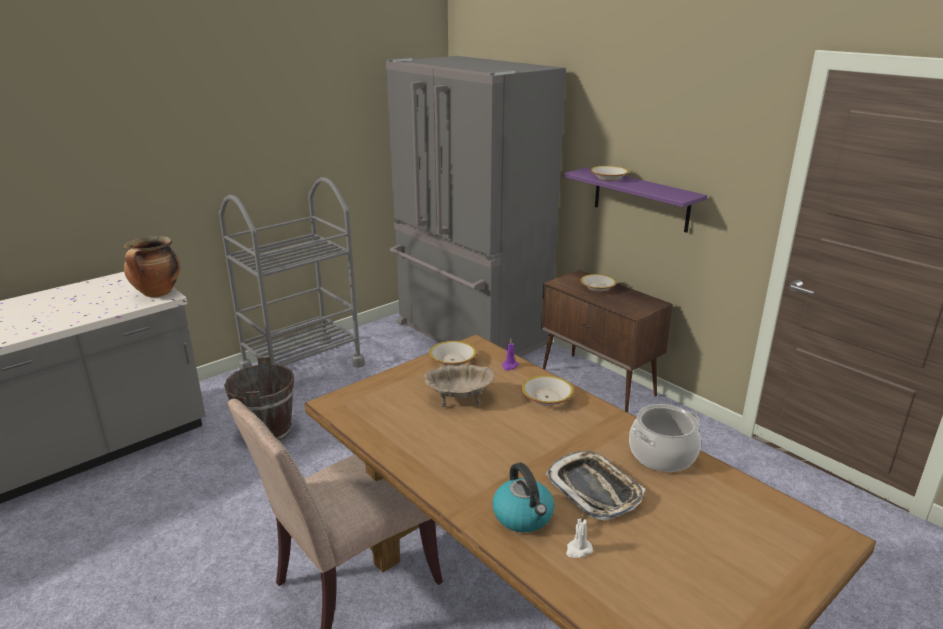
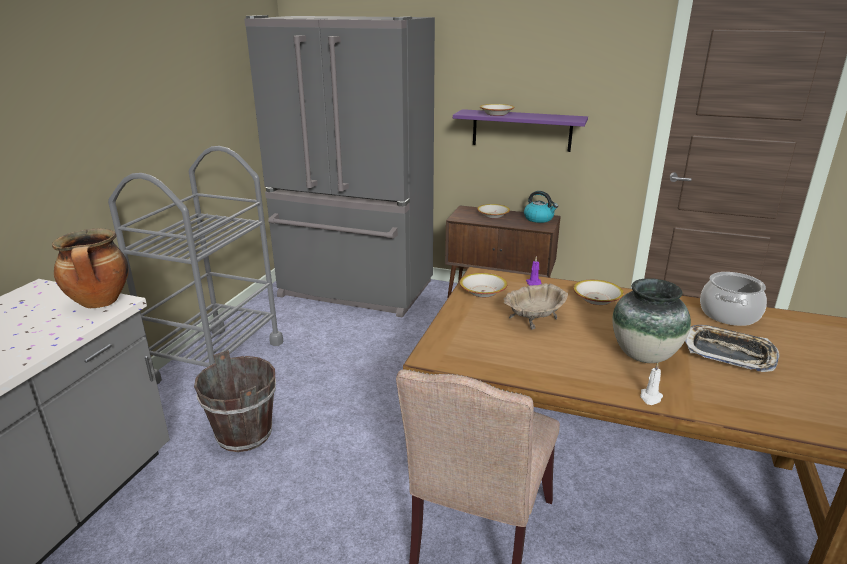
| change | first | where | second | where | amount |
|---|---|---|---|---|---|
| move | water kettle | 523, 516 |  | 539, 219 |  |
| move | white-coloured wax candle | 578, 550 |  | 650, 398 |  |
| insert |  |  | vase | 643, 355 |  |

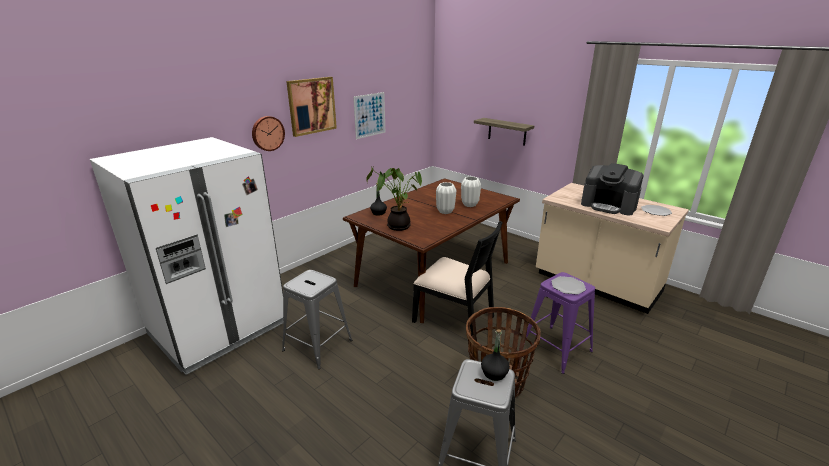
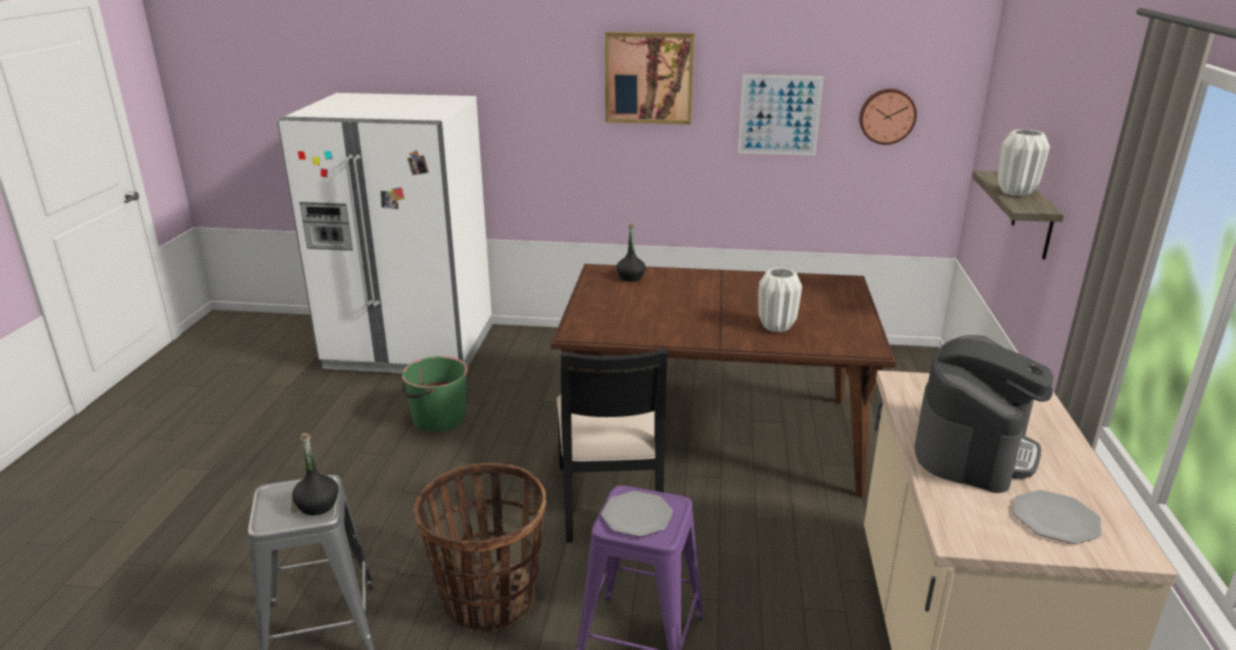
| change | first | where | second | where | amount |
|---|---|---|---|---|---|
| move | hanging clock | 267, 133 |  | 887, 116 |  |
| replace | grey stool | 317, 345 | greenish pail | 438, 418 |  |
| delete | potted plant | 398, 225 |  |  |  |
| move | white-coloured vase | 445, 211 |  | 1015, 192 |  |
| rotate | coffee maker | 608, 205 |  | 973, 448 | 150 degrees counterclockwise |

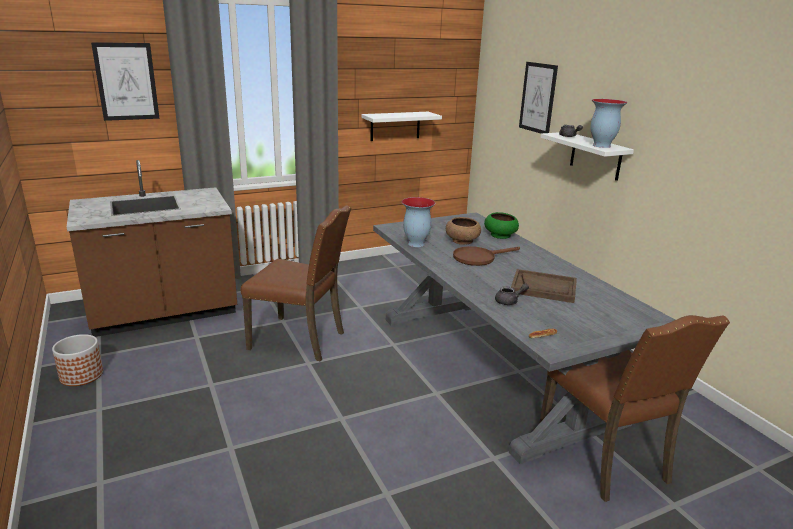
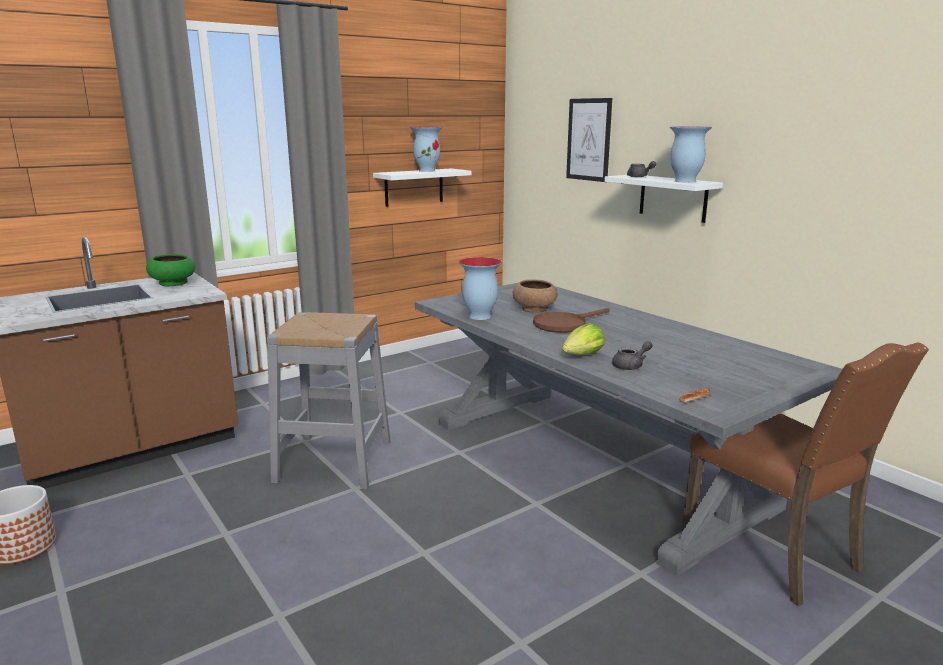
| change | first | where | second | where | amount |
|---|---|---|---|---|---|
| delete | wall picture | 126, 82 |  |  |  |
| replace | brownish upright chair | 300, 340 | grey stool | 334, 461 |  |
| move | greenish serving bowl | 500, 235 |  | 173, 283 |  |
| delete | brownish carrying tray | 543, 288 |  |  |  |
| insert |  |  | vase | 427, 171 |  |
| insert |  |  | lettuce | 583, 355 |  |

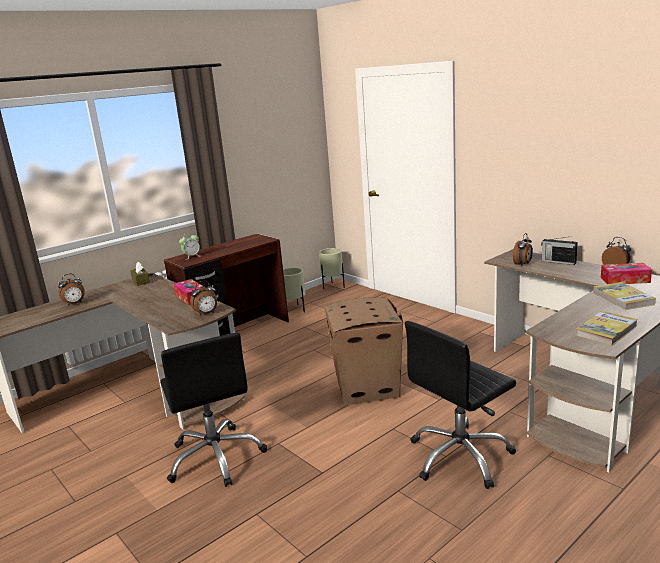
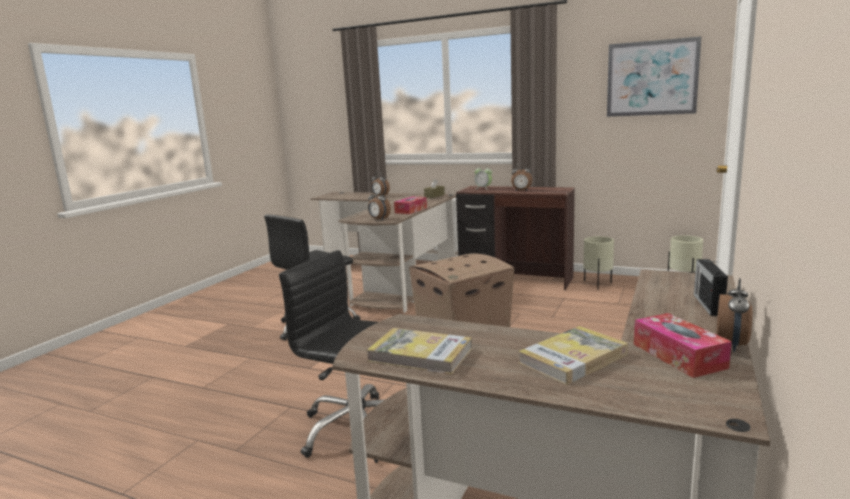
| change | first | where | second | where | amount |
|---|---|---|---|---|---|
| move | alarm clock | 523, 264 |  | 521, 191 |  |
| insert |  |  | wall picture | 652, 78 |  |

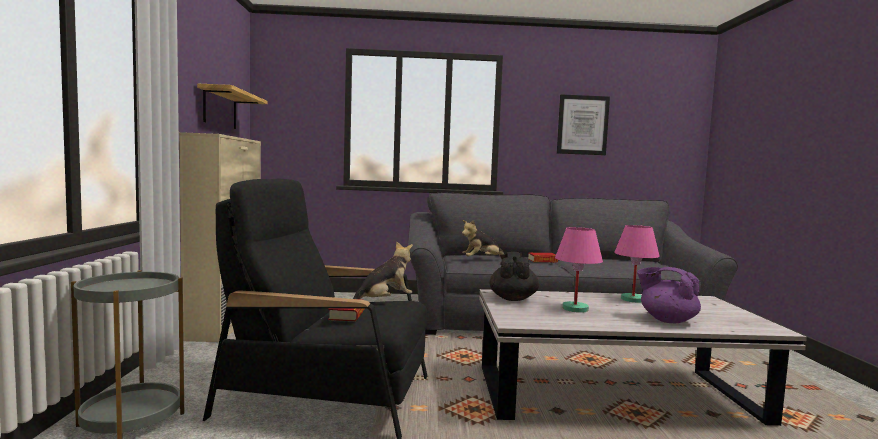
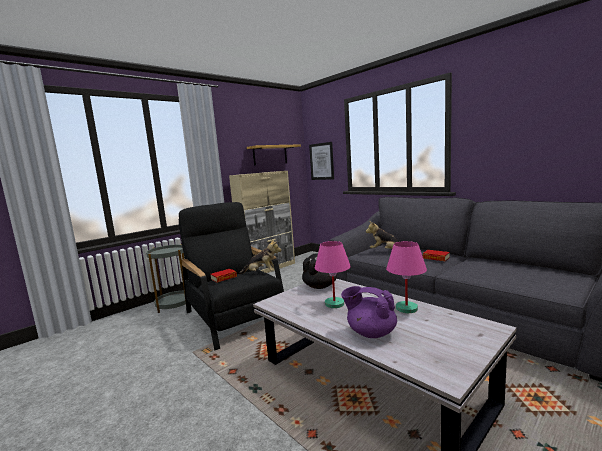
| change | first | where | second | where | amount |
|---|---|---|---|---|---|
| move | wall picture | 582, 125 |  | 321, 161 |  |
| rotate | purple teapot | 667, 320 |  | 371, 333 | 60 degrees counterclockwise |

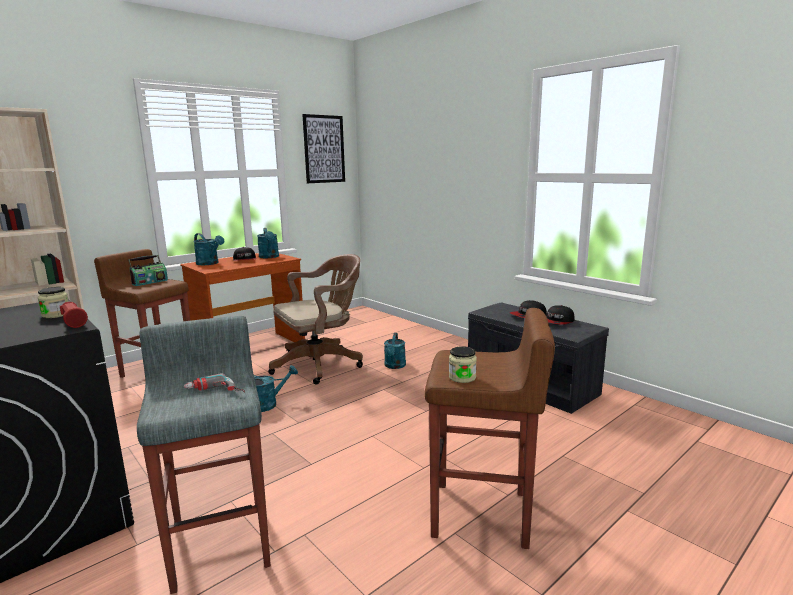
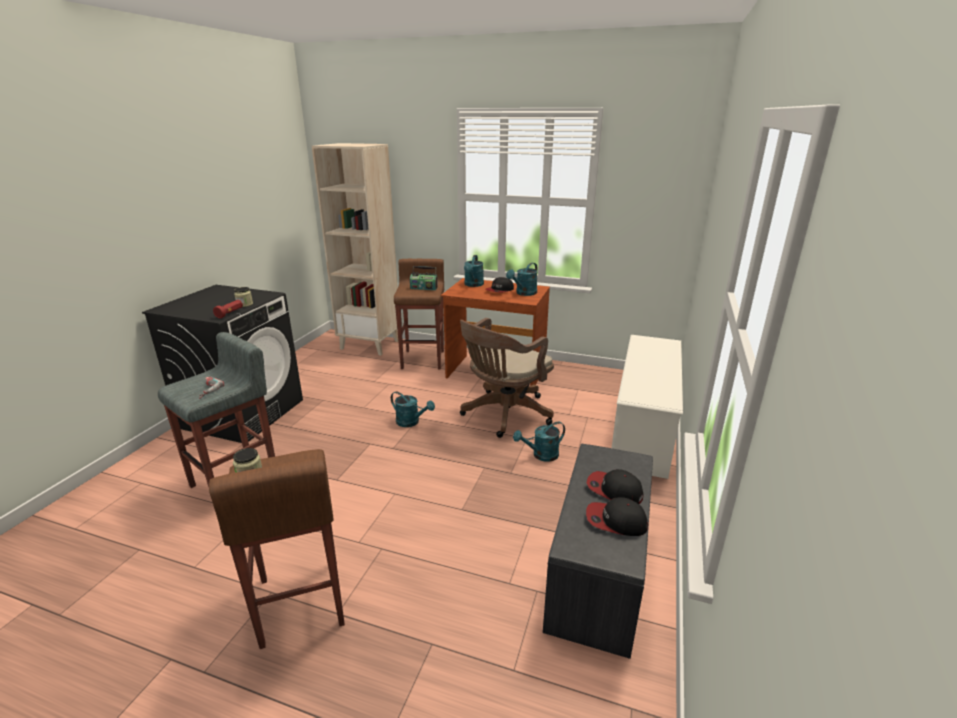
| change | first | where | second | where | amount |
|---|---|---|---|---|---|
| rotate | brownish desk chair | 321, 364 |  | 503, 414 | 105 degrees clockwise |
| delete | wall picture | 324, 149 |  |  |  |
| insert |  |  | white-coloured shoe shelf | 642, 431 |  |

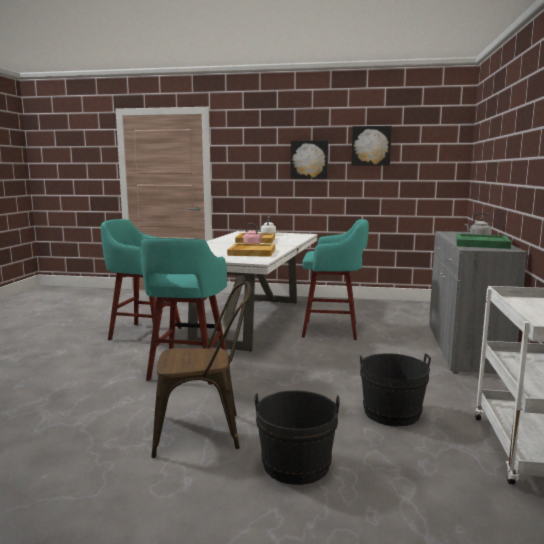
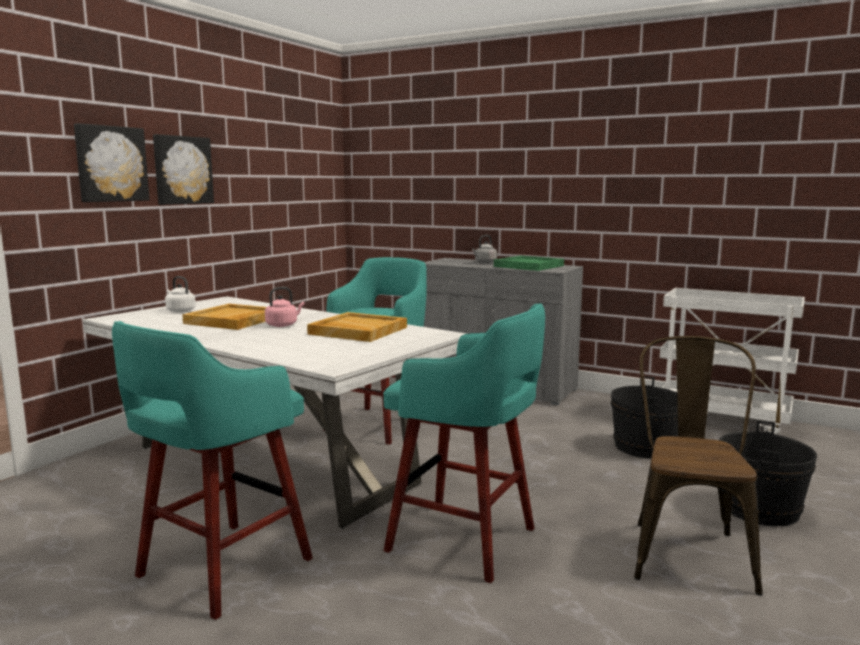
| change | first | where | second | where | amount |
|---|---|---|---|---|---|
| move | wall picture | 371, 146 |  | 111, 164 |  |

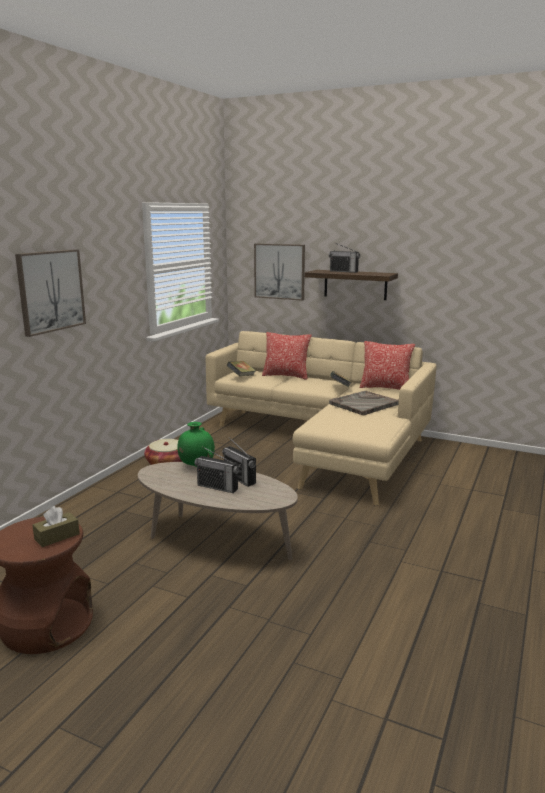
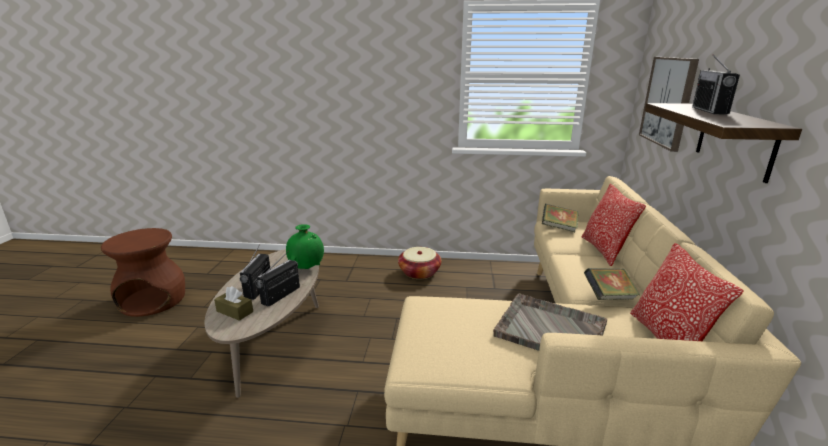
| change | first | where | second | where | amount |
|---|---|---|---|---|---|
| delete | wall picture | 51, 291 |  |  |  |
| move | brownish box of tissues | 57, 536 |  | 235, 311 |  |

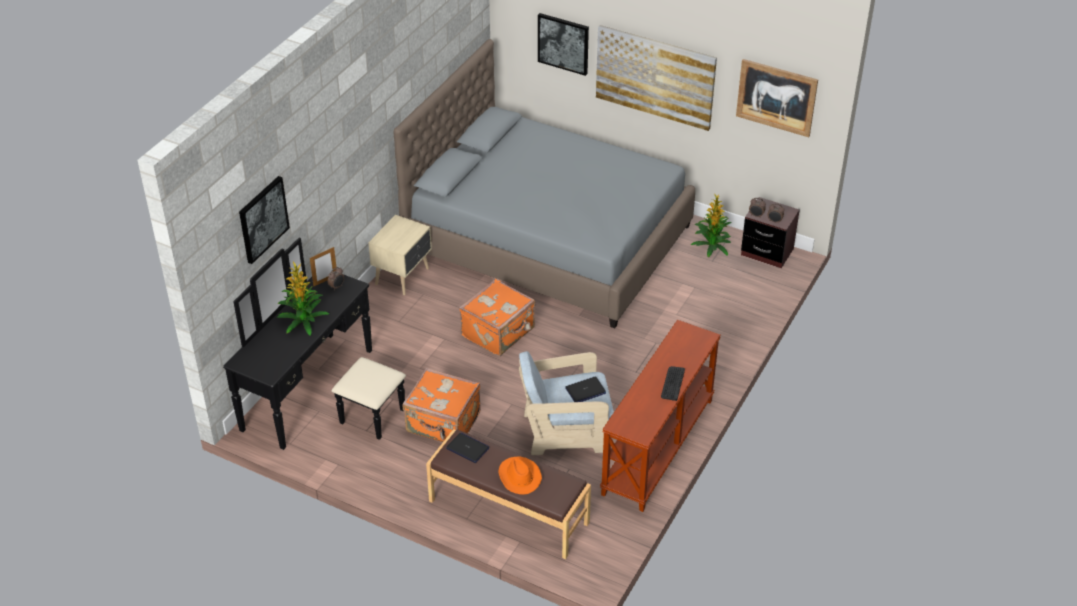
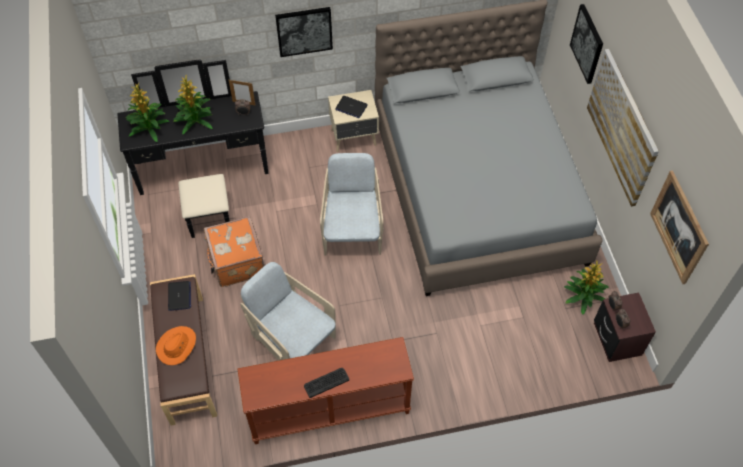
| change | first | where | second | where | amount |
|---|---|---|---|---|---|
| move | wall picture | 263, 219 |  | 304, 31 |  |
| replace | orangey suitcase | 499, 333 | beige-coloured lounge chair | 352, 230 |  |
| move | laptop | 585, 391 |  | 351, 107 |  |
| insert |  |  | potted plant | 149, 127 |  |

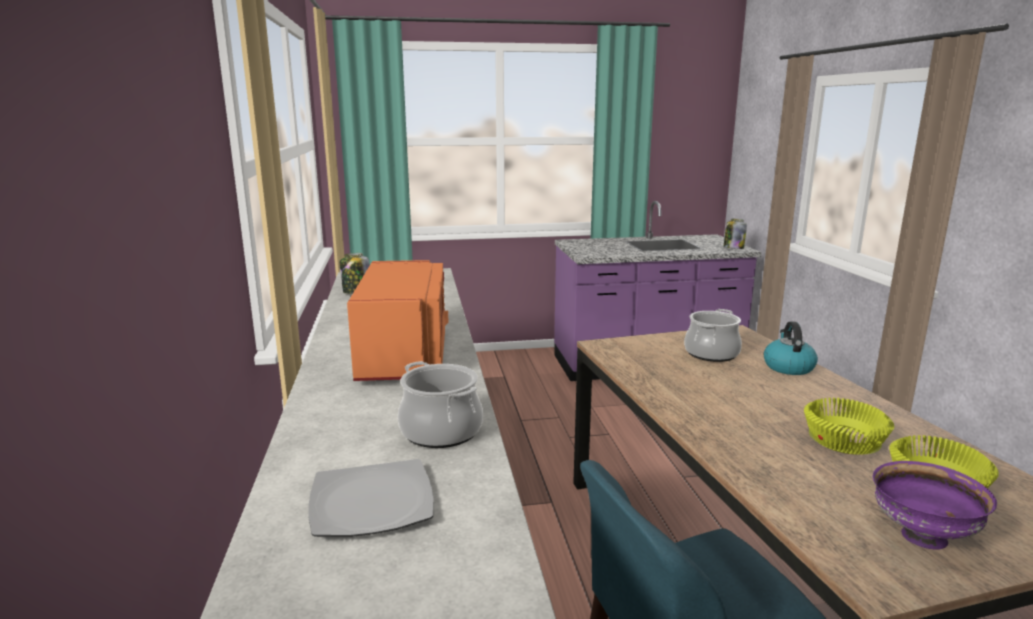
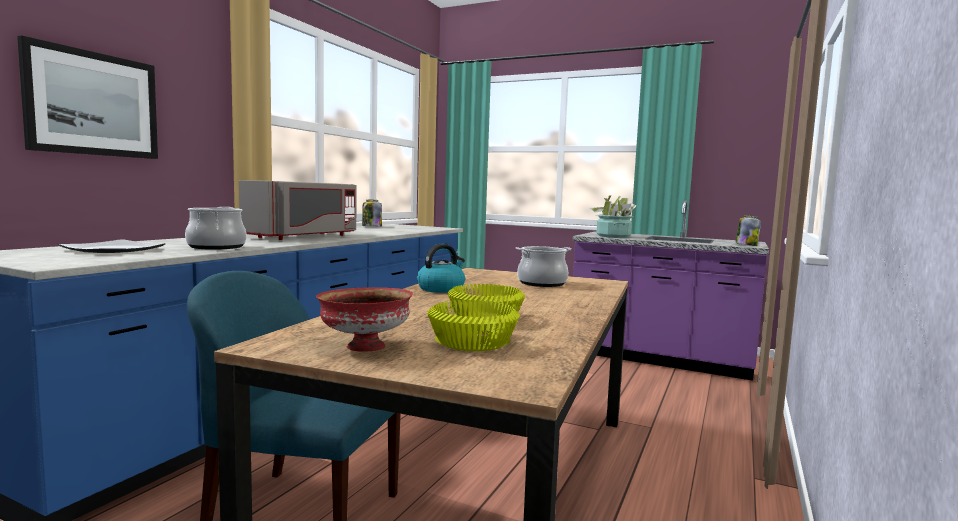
| change | first | where | second | where | amount |
|---|---|---|---|---|---|
| recolor | orangey kitchen microwave | 404, 354 | grey kitchen microwave | 303, 236 |  |
| move | water kettle | 788, 367 |  | 441, 289 |  |
| recolor | purple serving bowl | 921, 537 | red-coloured serving bowl | 364, 347 |  |
| insert |  |  | wall picture | 93, 104 |  |
| insert |  |  | potted plant | 613, 236 |  |

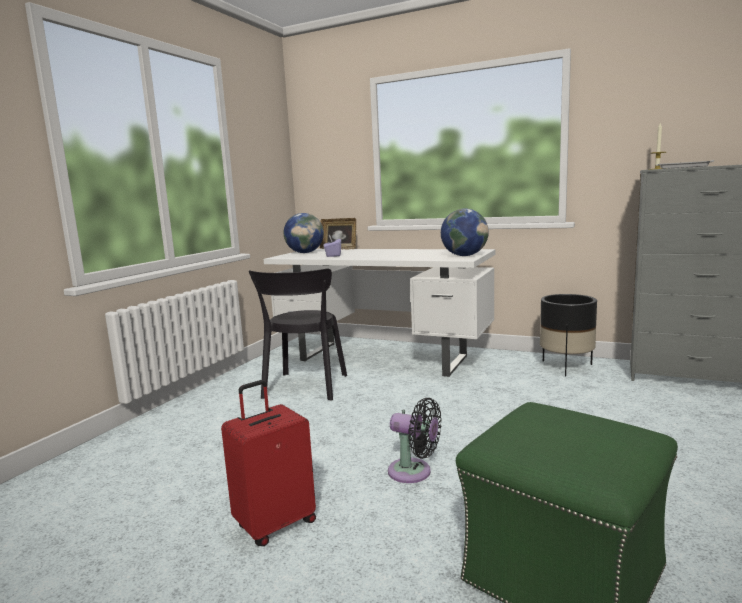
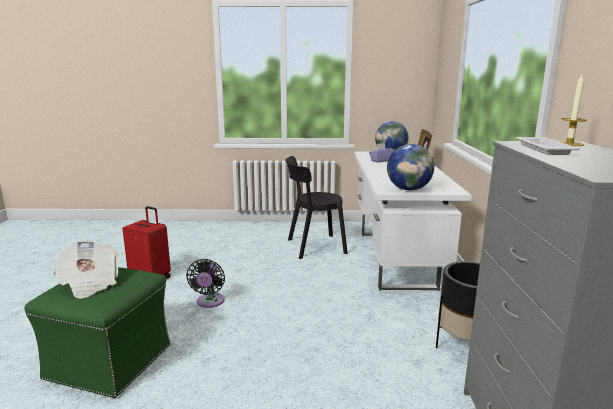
| change | first | where | second | where | amount |
|---|---|---|---|---|---|
| insert |  |  | newspaper | 89, 283 |  |

